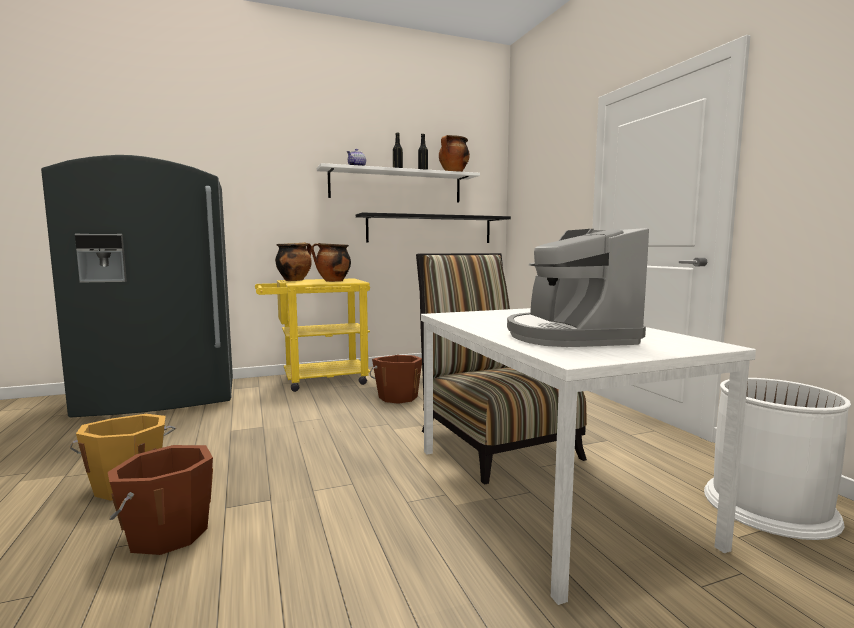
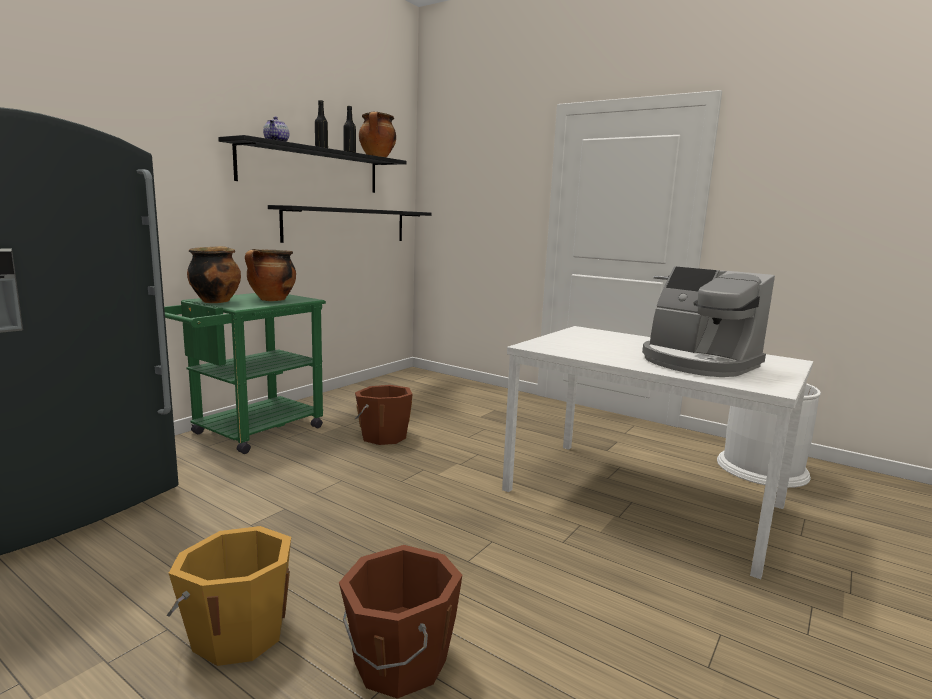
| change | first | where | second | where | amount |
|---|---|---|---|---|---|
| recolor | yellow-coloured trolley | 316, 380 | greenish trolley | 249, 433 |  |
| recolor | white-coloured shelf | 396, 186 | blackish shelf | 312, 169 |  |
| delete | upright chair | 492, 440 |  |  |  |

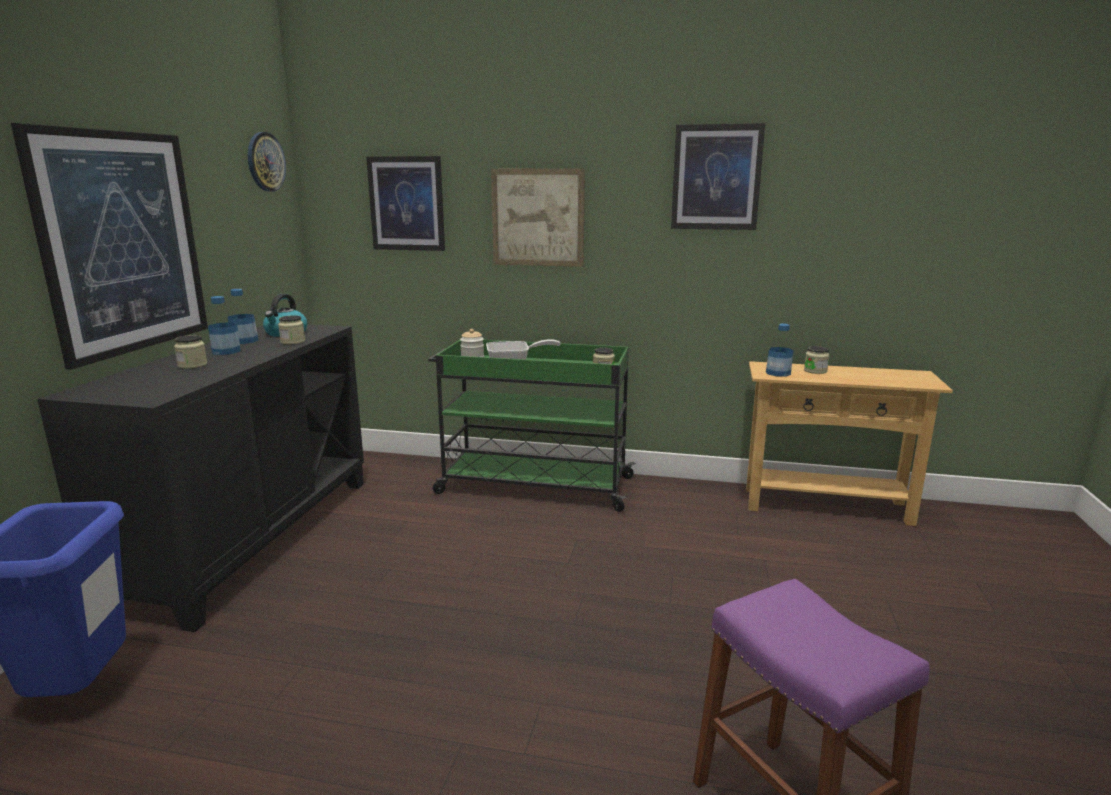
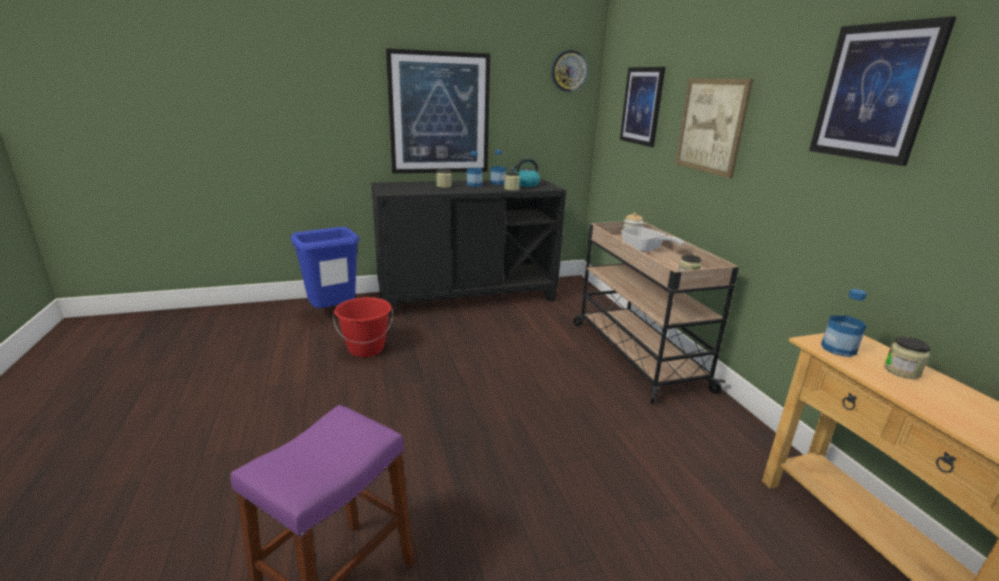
| change | first | where | second | where | amount |
|---|---|---|---|---|---|
| recolor | greenish trolley | 533, 485 | beige-coloured trolley | 636, 354 |  |
| insert |  |  | red-coloured pail | 366, 349 |  |

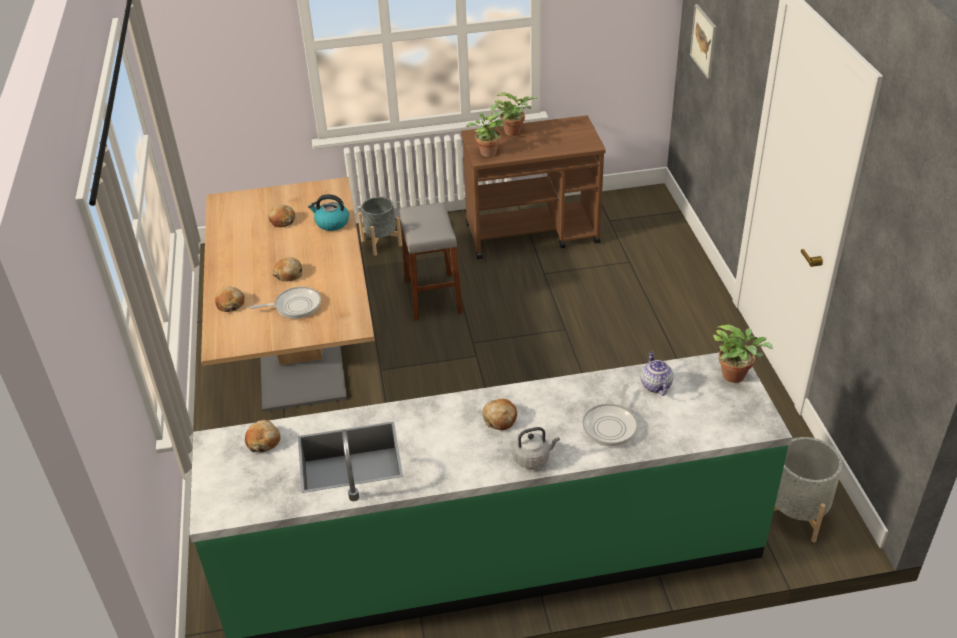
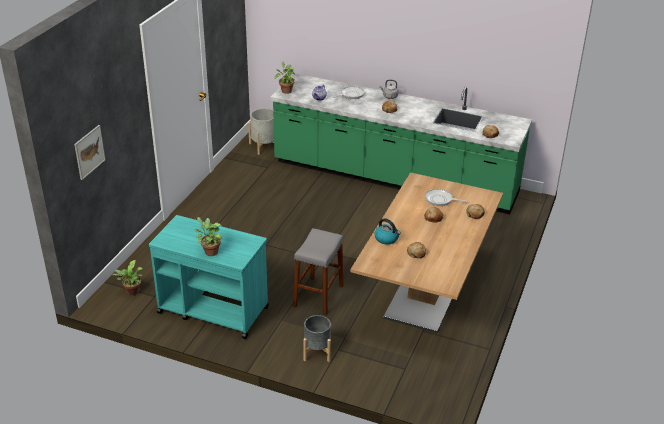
| change | first | where | second | where | amount |
|---|---|---|---|---|---|
| recolor | brownish trolley | 533, 234 | blue-green trolley | 212, 310 |  |
| move | potted plant | 488, 151 |  | 132, 292 |  |

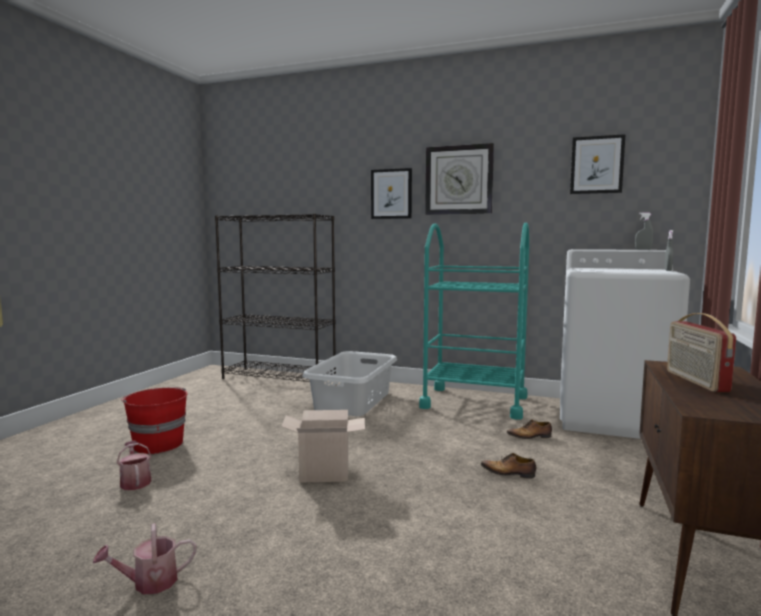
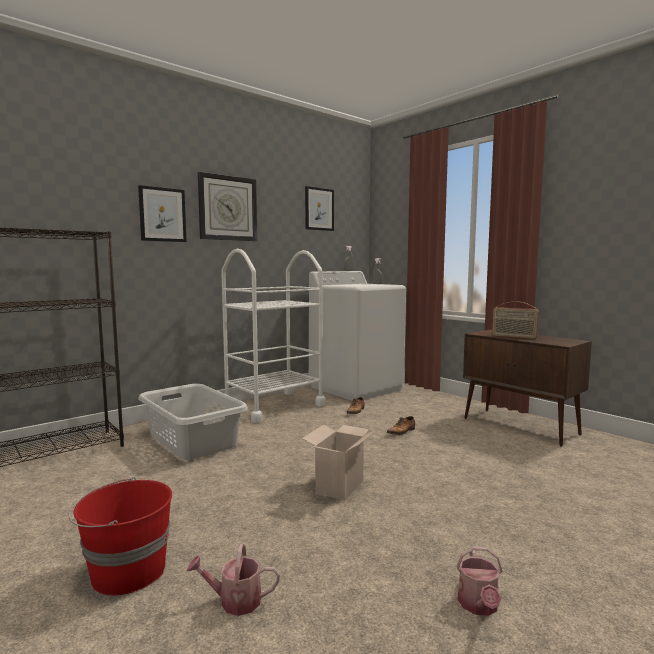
| change | first | where | second | where | amount |
|---|---|---|---|---|---|
| recolor | blue-green trolley | 474, 402 | white-coloured trolley | 274, 406 |  |

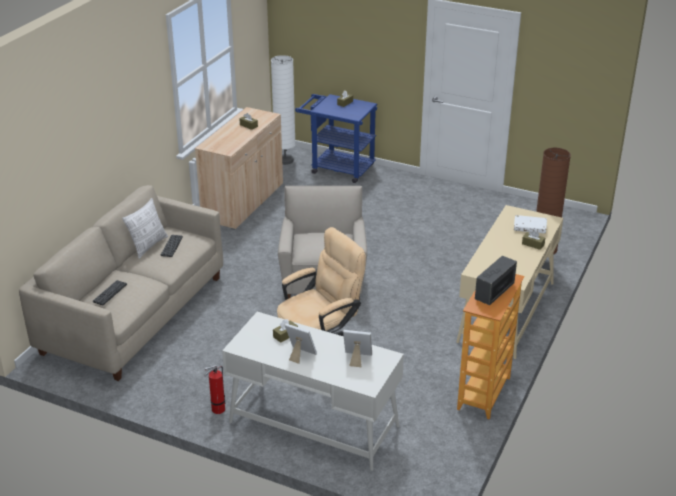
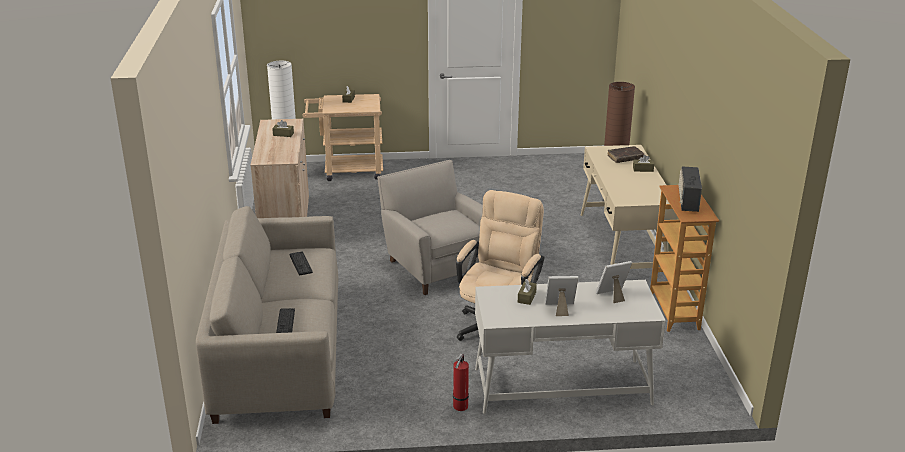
| change | first | where | second | where | amount |
|---|---|---|---|---|---|
| delete | pillow | 148, 246 |  |  |  |
| recolor | blue trolley | 337, 168 | beige-coloured trolley | 347, 171 |  |
| recolor | white-coloured book | 529, 228 | brownish book | 625, 158 |  |

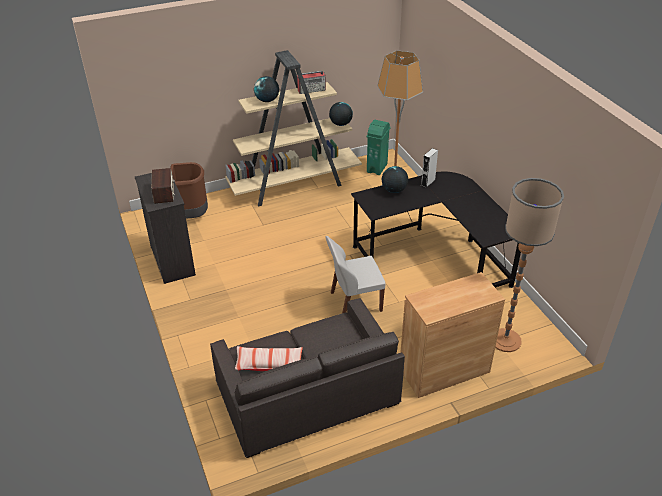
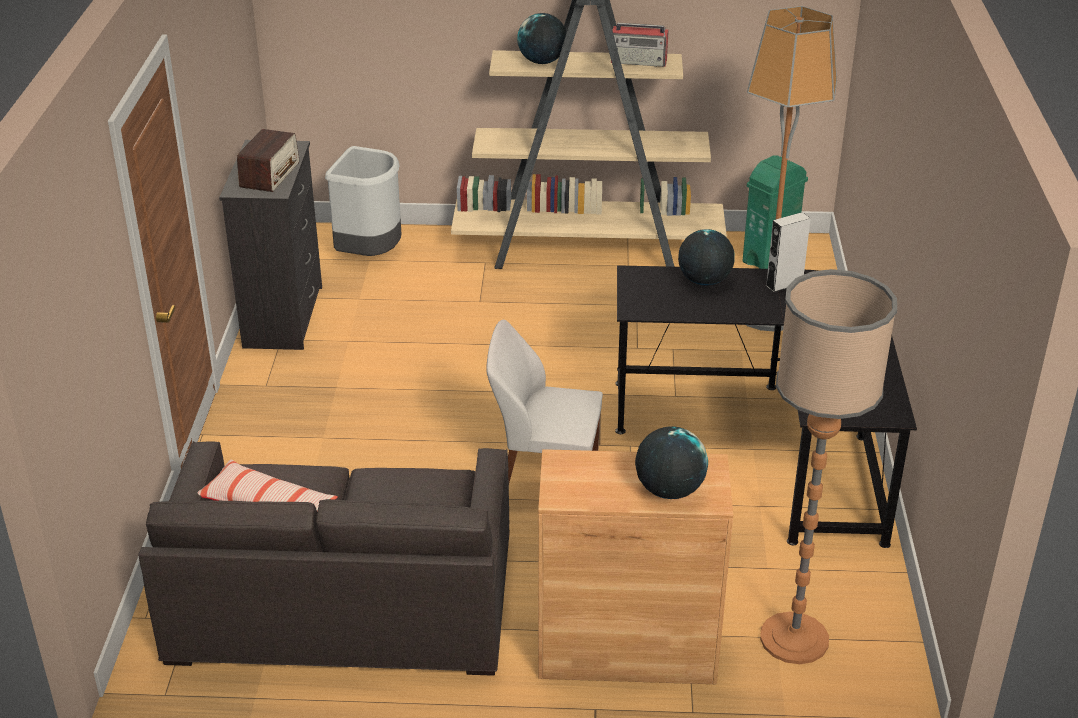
| change | first | where | second | where | amount |
|---|---|---|---|---|---|
| recolor | brownish rubbish bin | 192, 216 | grey rubbish bin | 370, 255 |  |
| move | desk globe | 340, 124 |  | 669, 490 |  |

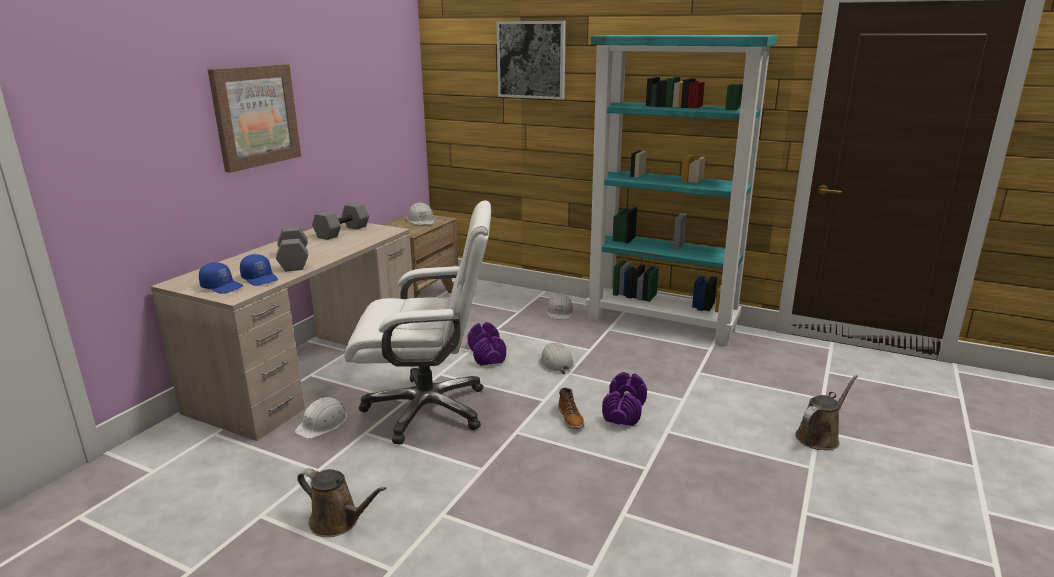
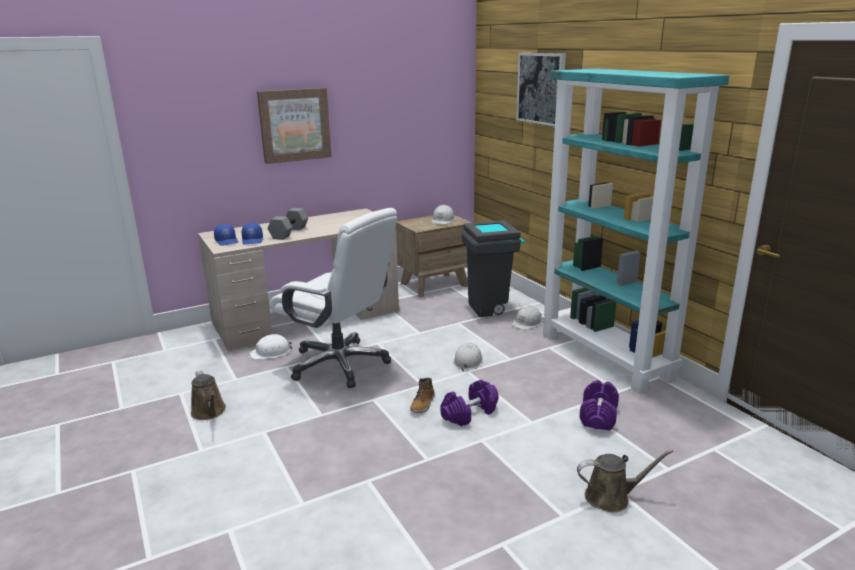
| change | first | where | second | where | amount |
|---|---|---|---|---|---|
| delete | grey dumbbell | 342, 232 |  |  |  |
| move | purple dumbbell | 486, 355 |  | 598, 416 |  |
| insert |  |  | grey rubbish bin | 491, 309 |  |

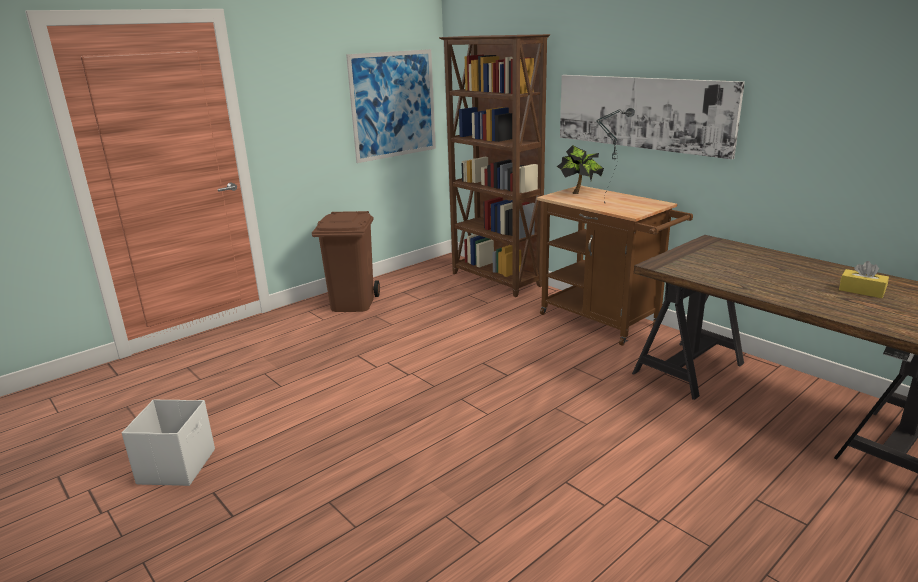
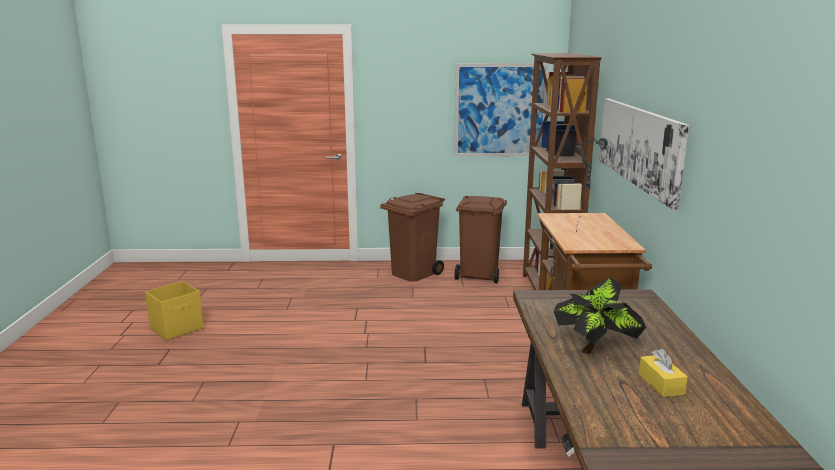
| change | first | where | second | where | amount |
|---|---|---|---|---|---|
| recolor | white-coloured storage container | 178, 466 | yellow-coloured storage container | 177, 329 |  |
| move | potted plant | 579, 192 |  | 596, 351 |  |
| insert |  |  | brownish rubbish bin | 480, 275 |  |

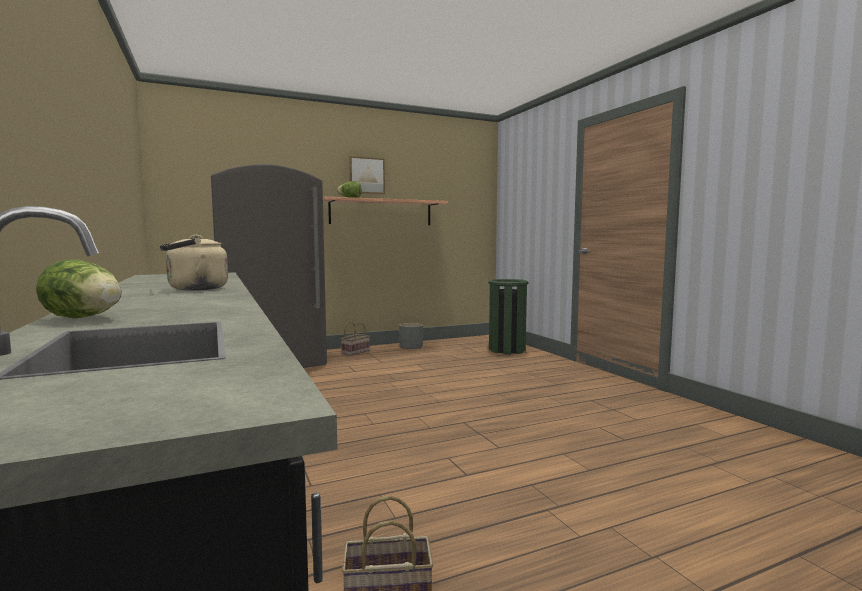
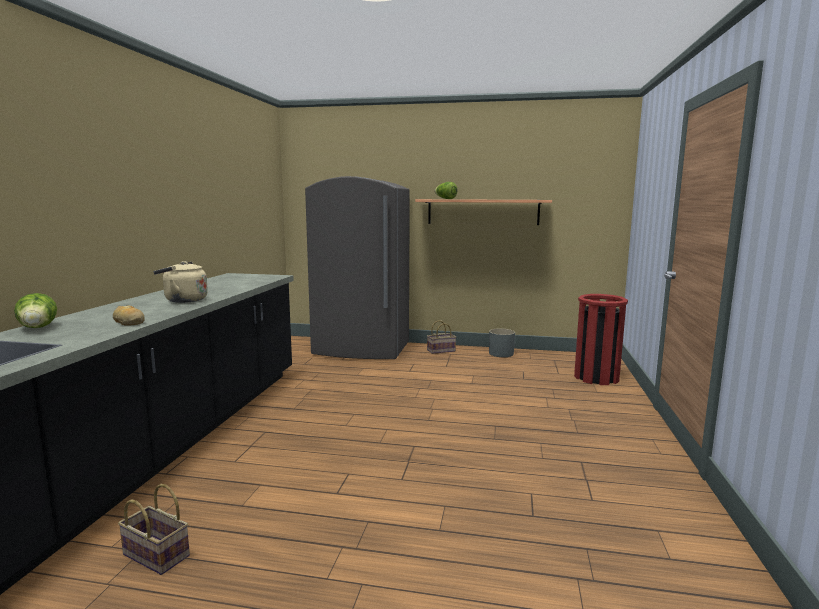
| change | first | where | second | where | amount |
|---|---|---|---|---|---|
| delete | wall picture | 366, 175 |  |  |  |
| recolor | greenish rubbish bin | 507, 350 | red-coloured rubbish bin | 596, 377 |  |
| insert |  |  | baked bread | 129, 322 |  |

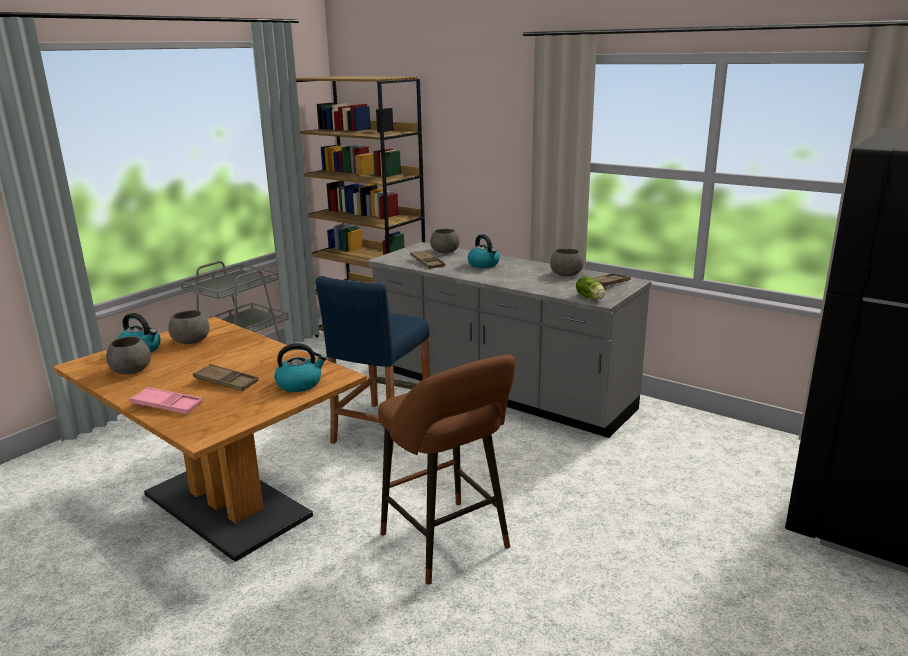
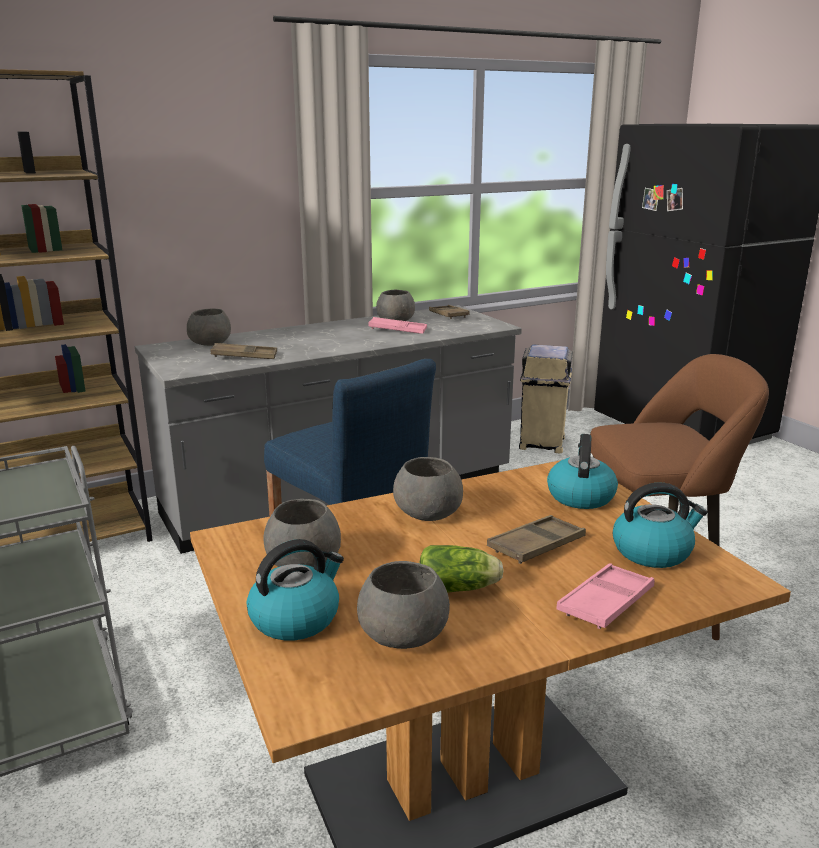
| change | first | where | second | where | amount |
|---|---|---|---|---|---|
| move | water kettle | 484, 264 |  | 653, 551 |  |
| move | lettuce | 591, 298 |  | 460, 588 |  |
| insert |  |  | pink carrying tray | 397, 330 |  |
| insert |  |  | grey serving bowl | 429, 513 |  |
| insert |  |  | beige-coloured rubbish bin | 541, 444 |  |

